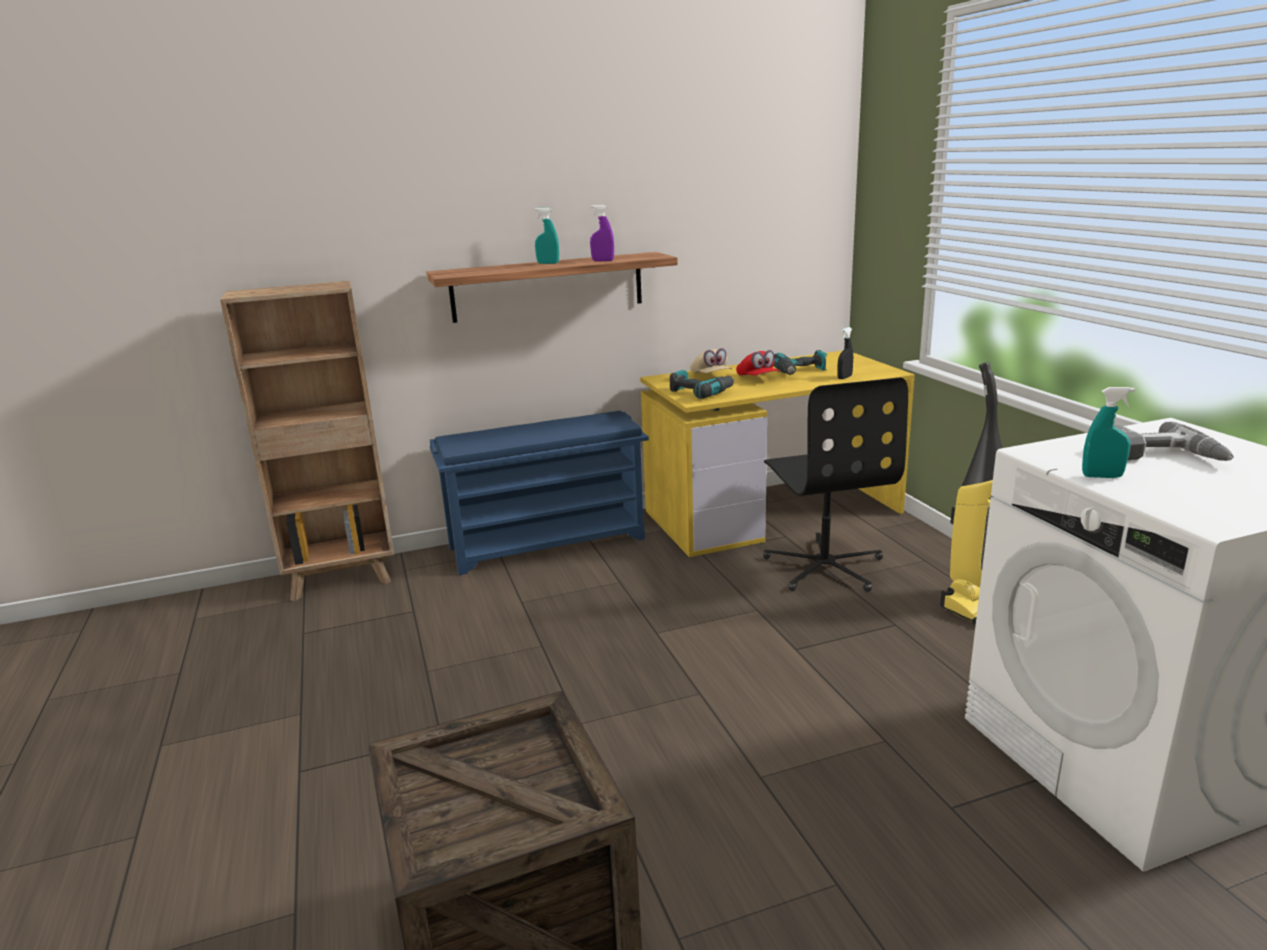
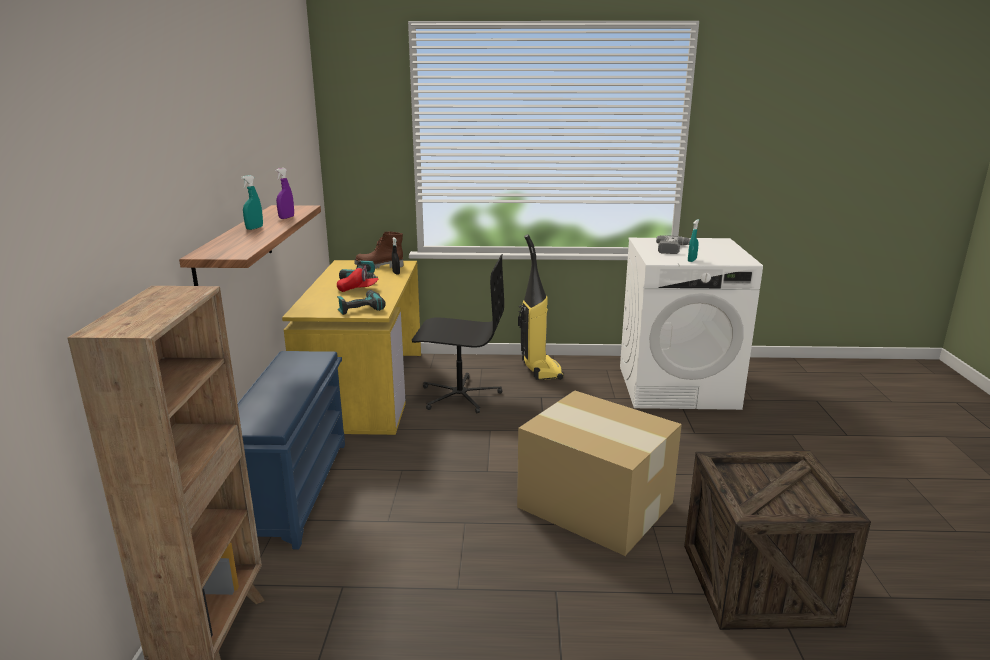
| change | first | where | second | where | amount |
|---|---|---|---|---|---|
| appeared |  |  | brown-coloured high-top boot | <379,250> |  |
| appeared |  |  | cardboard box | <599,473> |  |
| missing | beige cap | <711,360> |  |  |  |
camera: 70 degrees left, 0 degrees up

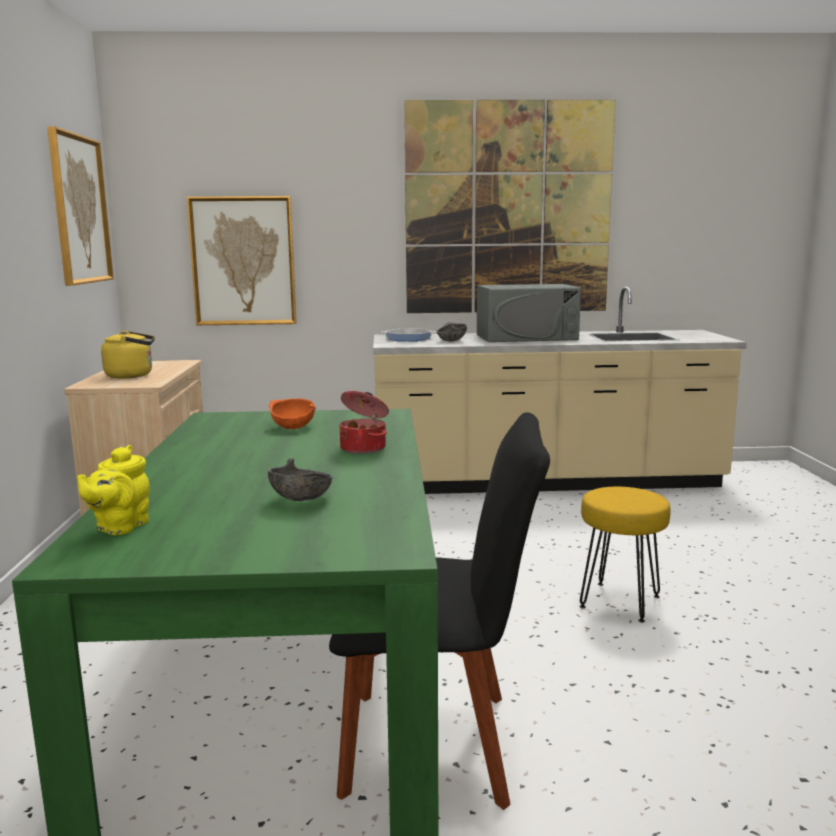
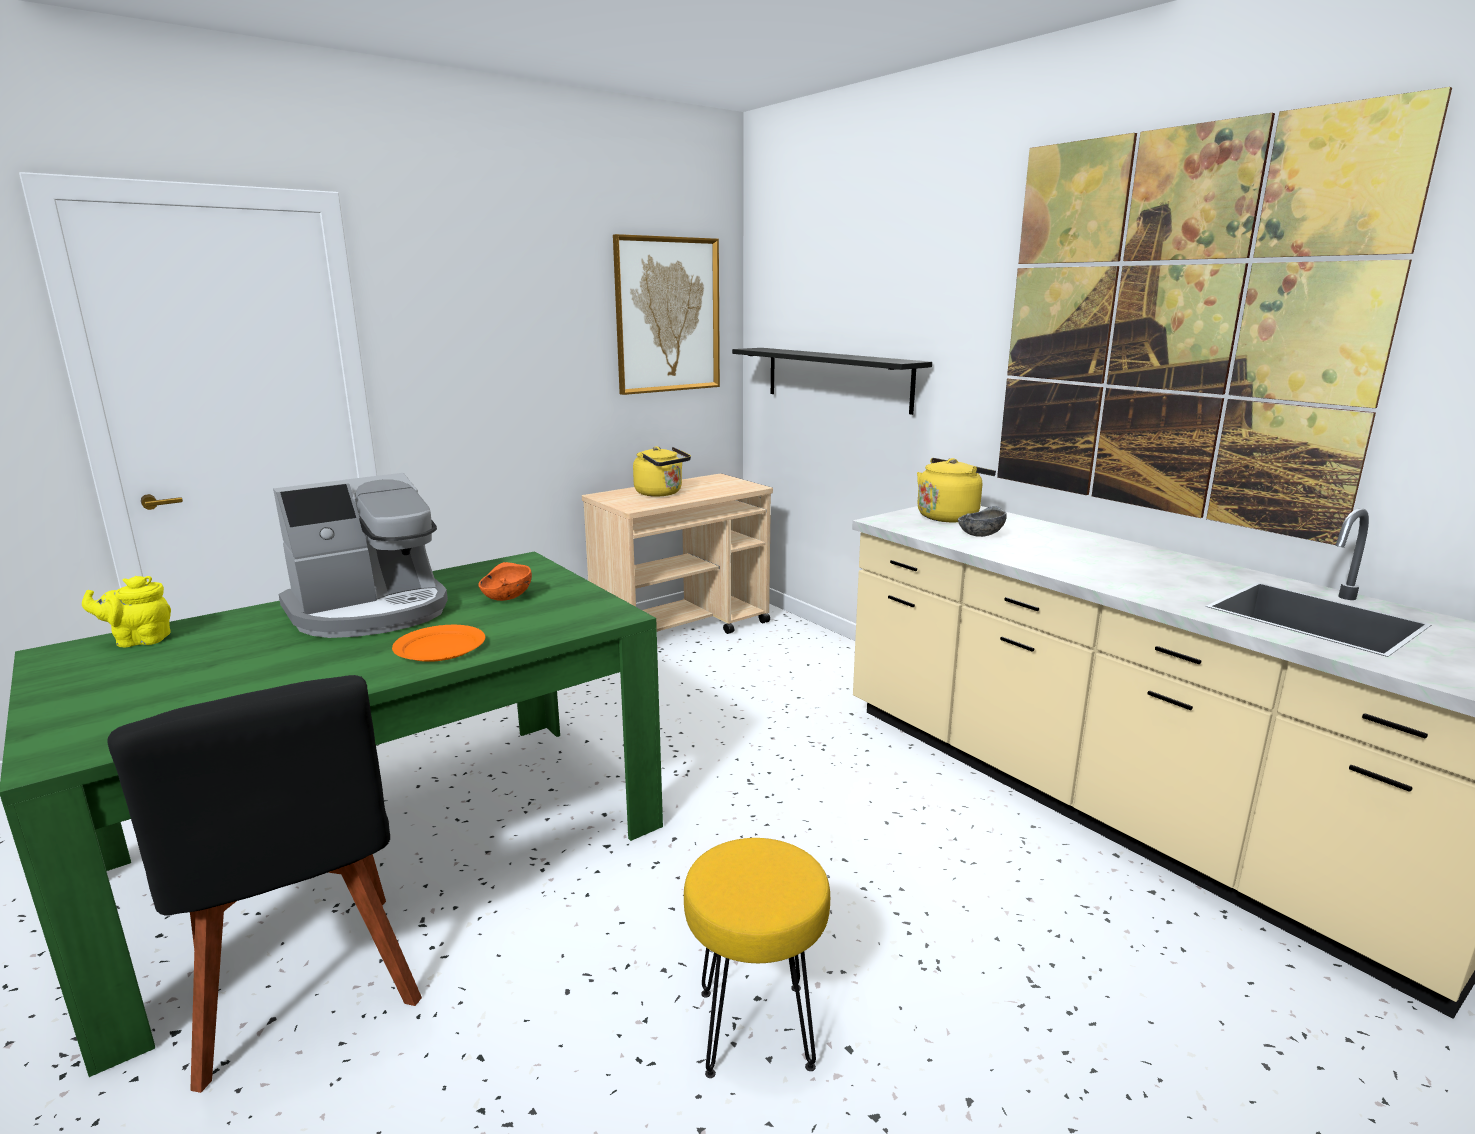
| change | first | where | second | where | amount |
|---|---|---|---|---|---|
| appeared |  |  | coffee machine | <360,555> |  |
| exchanged | stockpot | <364,422> | orange dinner plate | <438,643> |  |
| exchanged | picture | <242,260> | blackish wall shelf | <832,381> |  |
| exchanged | frying pan | <408,335> | yellowish kettle | <956,490> |  |
| missing | greyish serving bowl | <300,479> |  |  |  |
| missing | greyish kitchen microwave | <529,313> |  |  |  |
camera: 55 degrees right, 5 degrees up

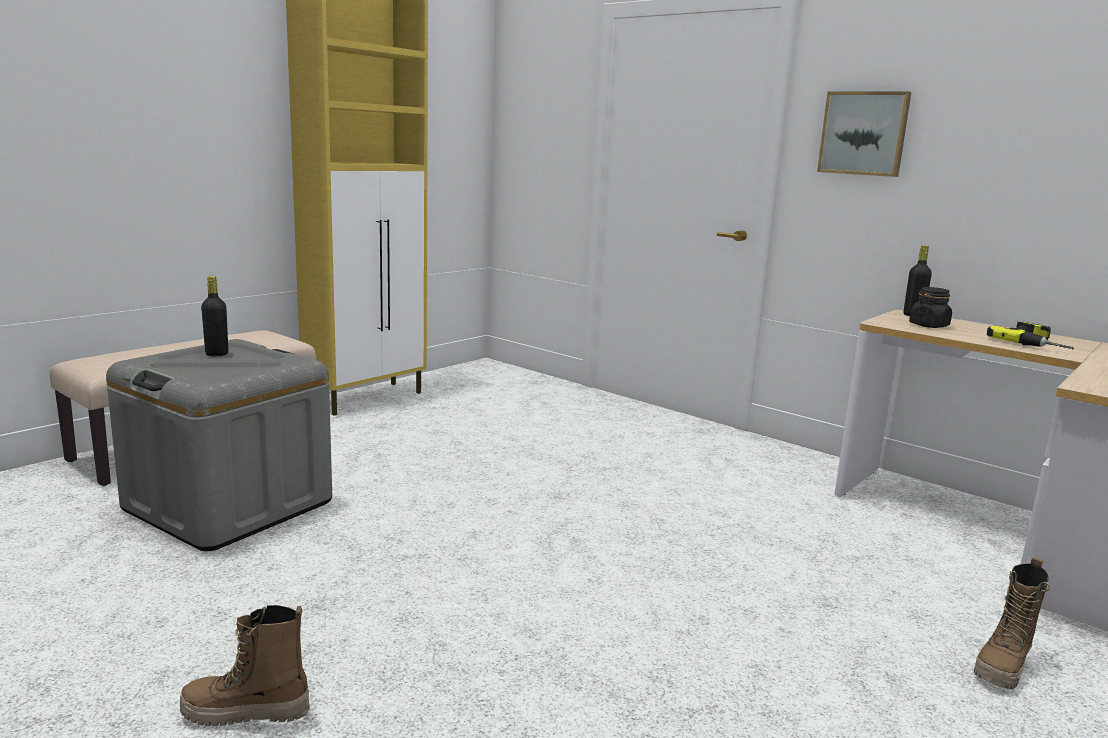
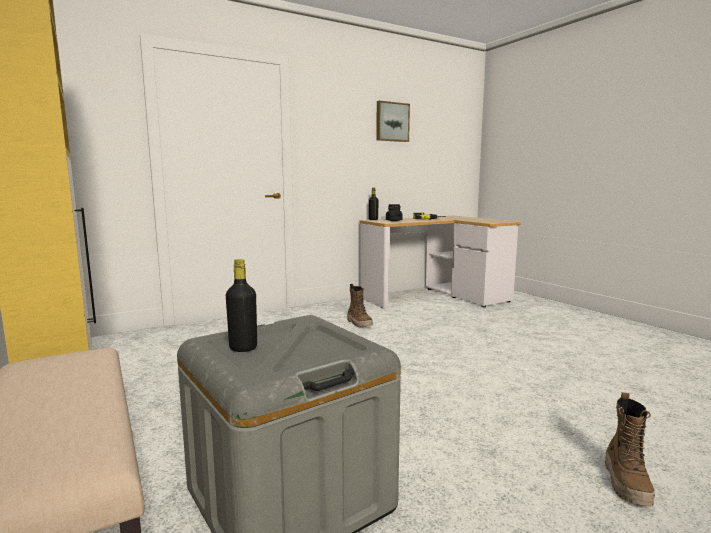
| change | first | where | second | where | amount |
|---|---|---|---|---|---|
| relocated | high-top boot | <1012,623> |  | <360,305> |  |
| relocated | picture | <864,134> |  | <393,121> |  |
camera: 70 degrees left, 5 degrees down

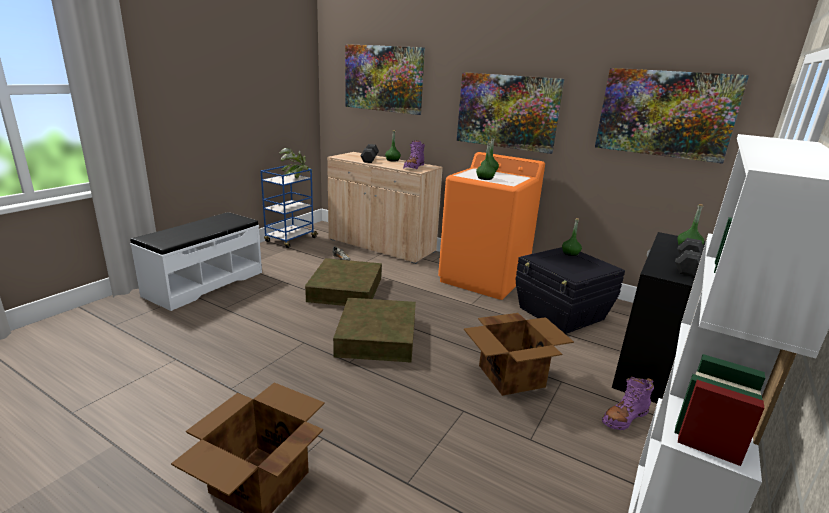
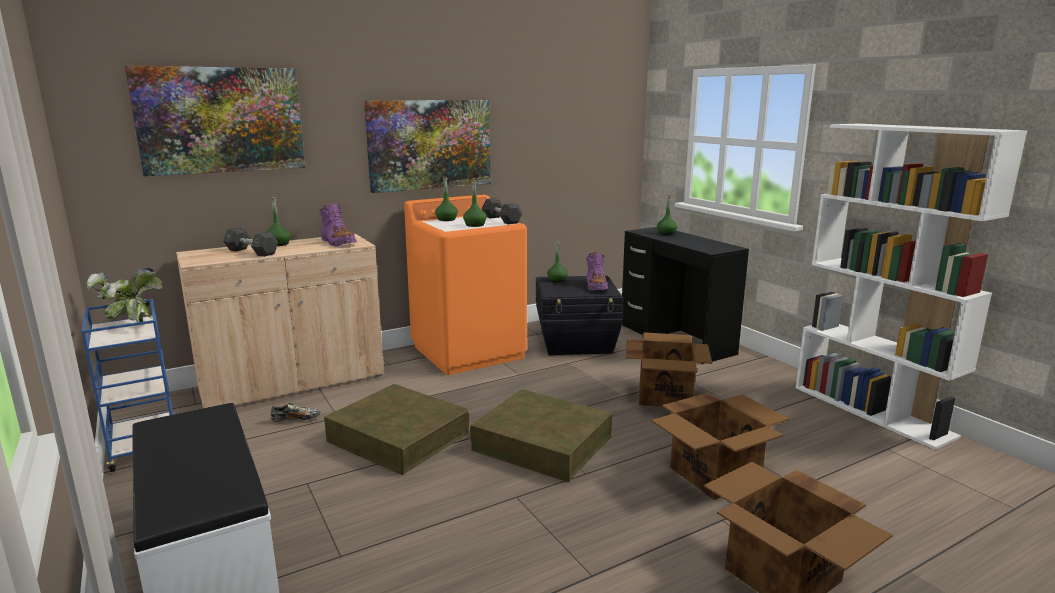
| change | first | where | second | where | amount |
|---|---|---|---|---|---|
| relocated | greyish dumbbell | <689,257> |  | <502,211> |  |
| relocated | purple-coloured high-top boot | <628,403> |  | <597,271> |  |
| appeared |  |  | cardboard box | <720,446> |  |
| missing | picture | <672,116> |  |  |  |
camera: 60 degrees left, 5 degrees down

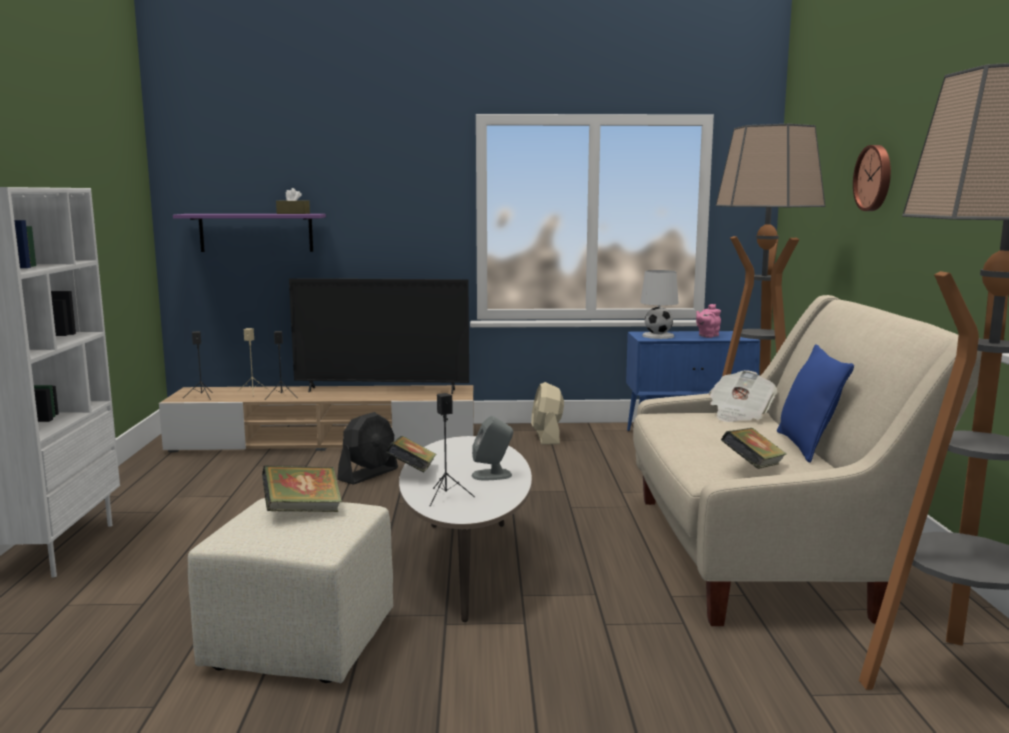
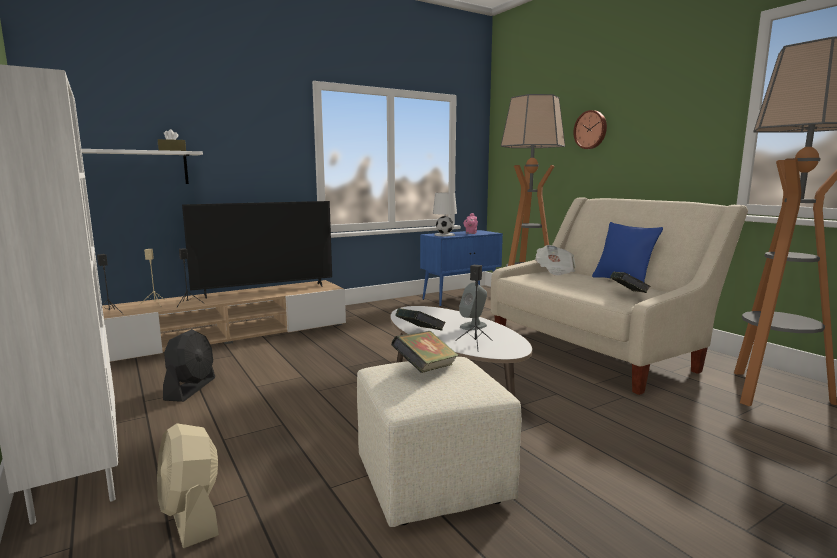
| change | first | where | second | where | amount |
|---|---|---|---|---|---|
| colour | purple-coloured wall shelf | <249,233> | whitish wall shelf | <142,166> |  |
| relocated | beige electric fan | <547,413> |  | <188,485> |  |
| relocated | blackish electric fan | <367,448> |  | <189,365> |  |
camera: 30 degrees left, 0 degrees up

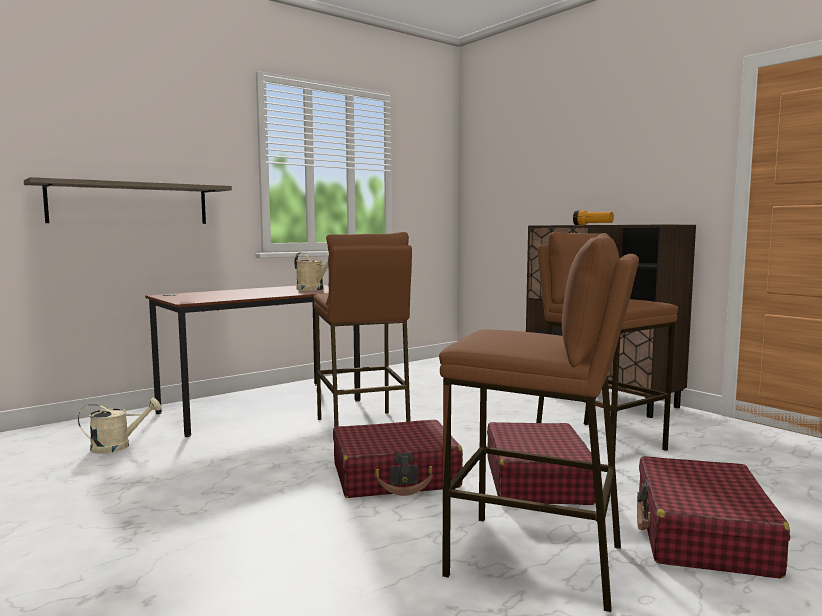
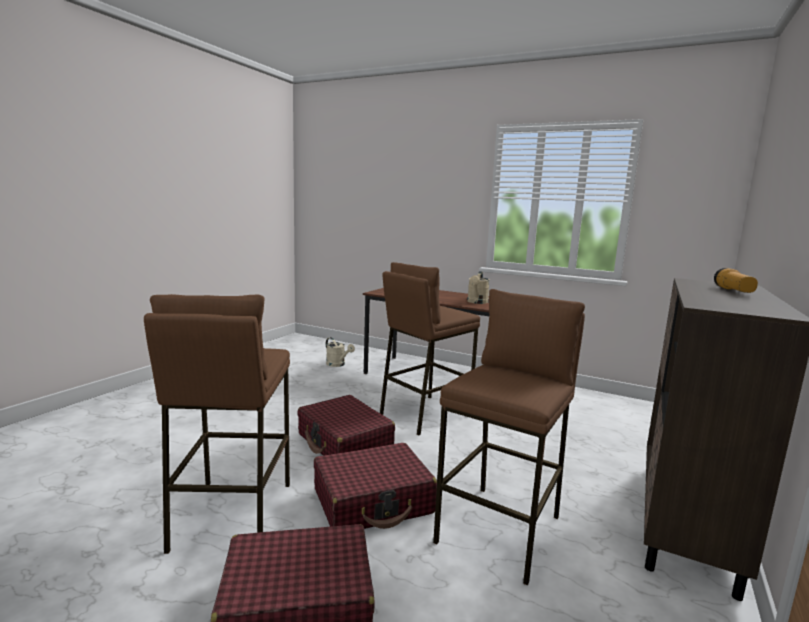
| change | first | where | second | where | amount |
|---|---|---|---|---|---|
| missing | wall shelf | <128,200> |  |  |  |
camera: 65 degrees right, 5 degrees up

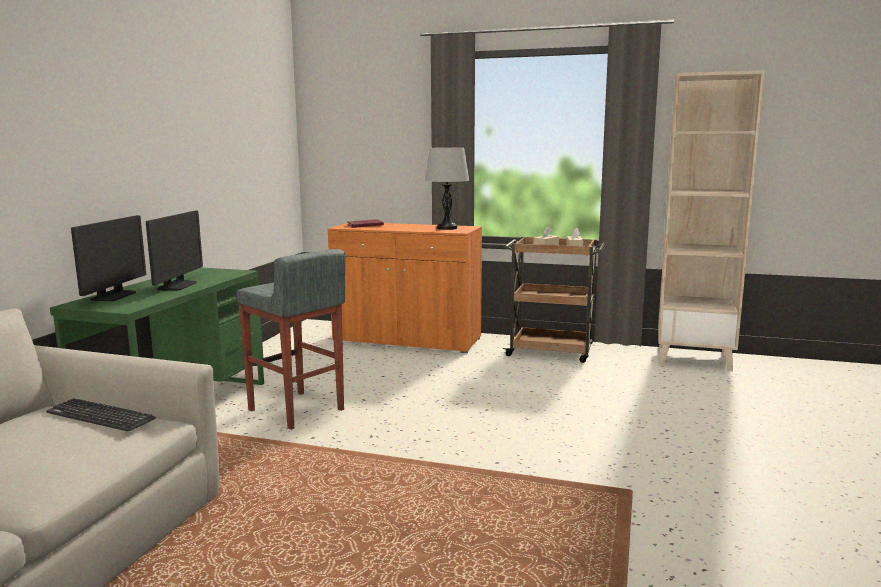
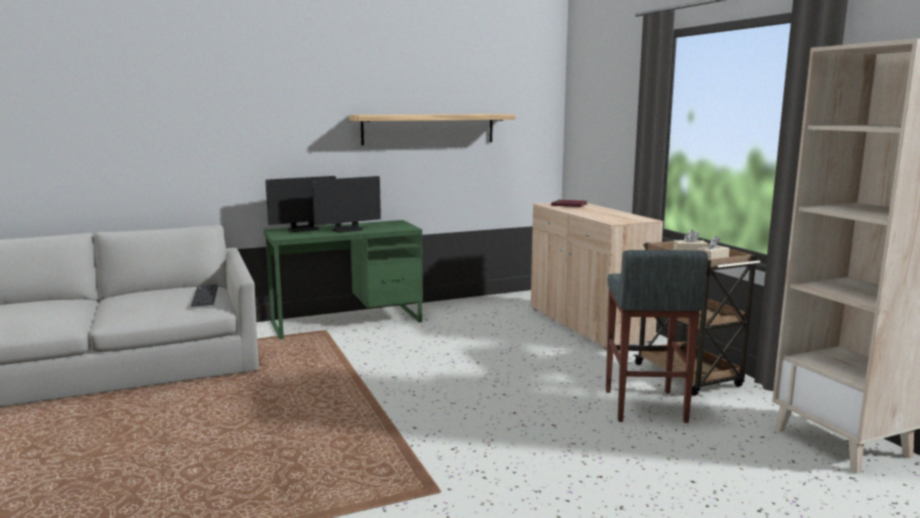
| change | first | where | second | where | amount |
|---|---|---|---|---|---|
| appeared |  |  | wall shelf | <432,129> |  |
| colour | orange cabinet | <405,288> | beige cabinet | <597,276> |  |
| relocated | greyish stool | <291,339> |  | <657,336> |  |
| missing | greyish tabletop lamp | <447,188> |  |  |  |
camera: 50 degrees right, 0 degrees up

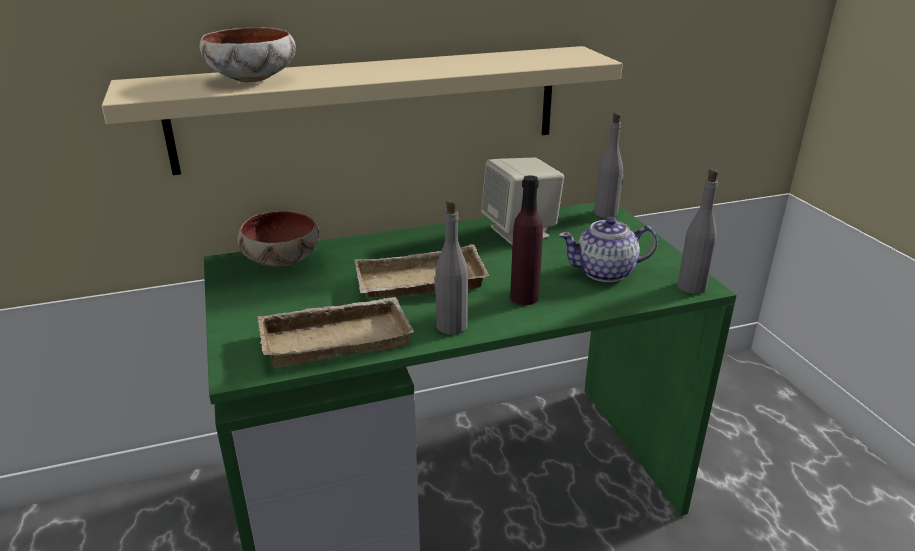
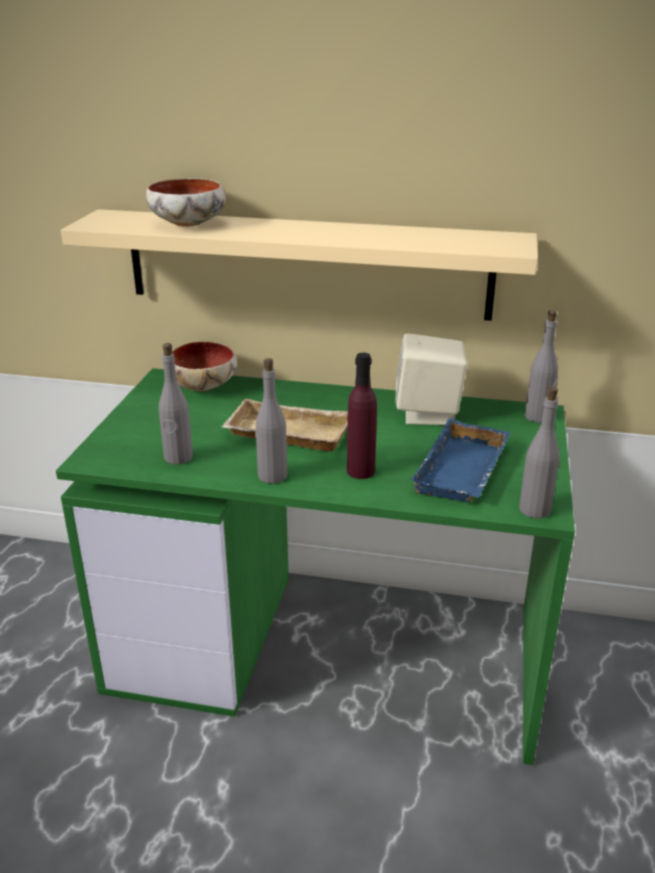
| change | first | where | second | where | amount |
|---|---|---|---|---|---|
| exchanged | beige tray | <335,332> | greyish beverage bottle | <176,404> |  |
| exchanged | tea pot | <608,249> | bluish tray | <460,460> |  |
camera: 30 degrees right, 0 degrees up

